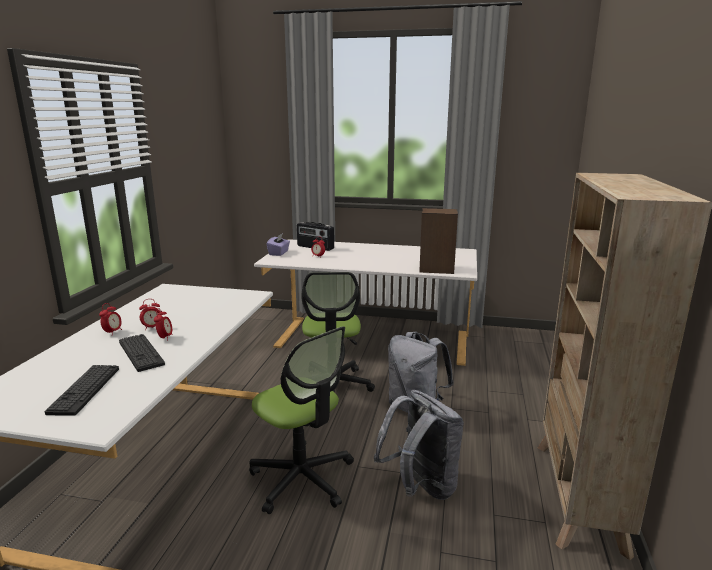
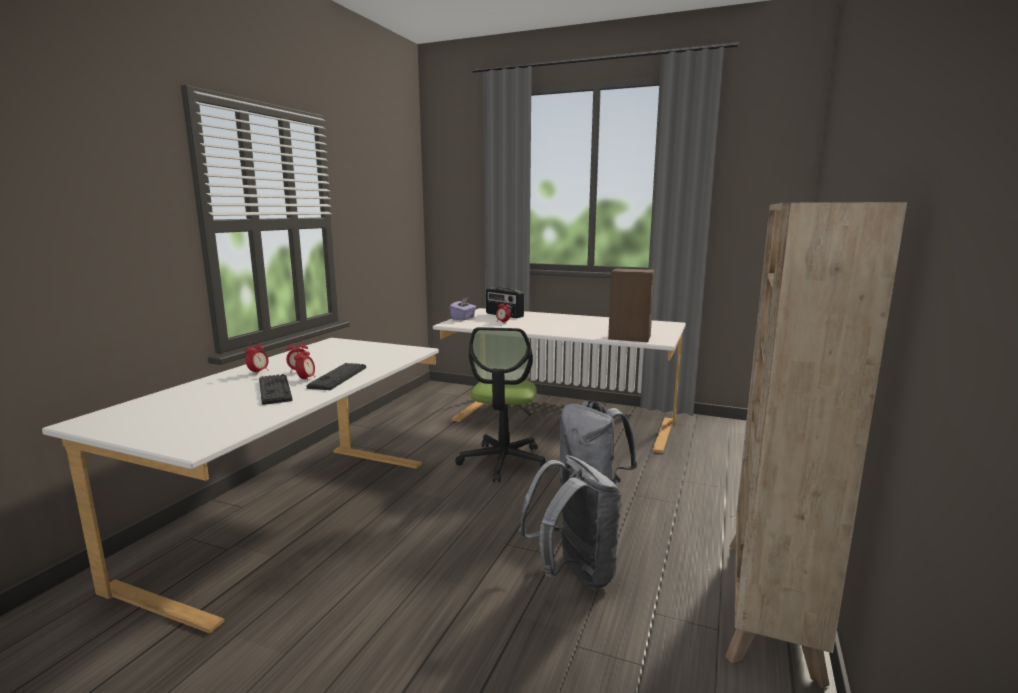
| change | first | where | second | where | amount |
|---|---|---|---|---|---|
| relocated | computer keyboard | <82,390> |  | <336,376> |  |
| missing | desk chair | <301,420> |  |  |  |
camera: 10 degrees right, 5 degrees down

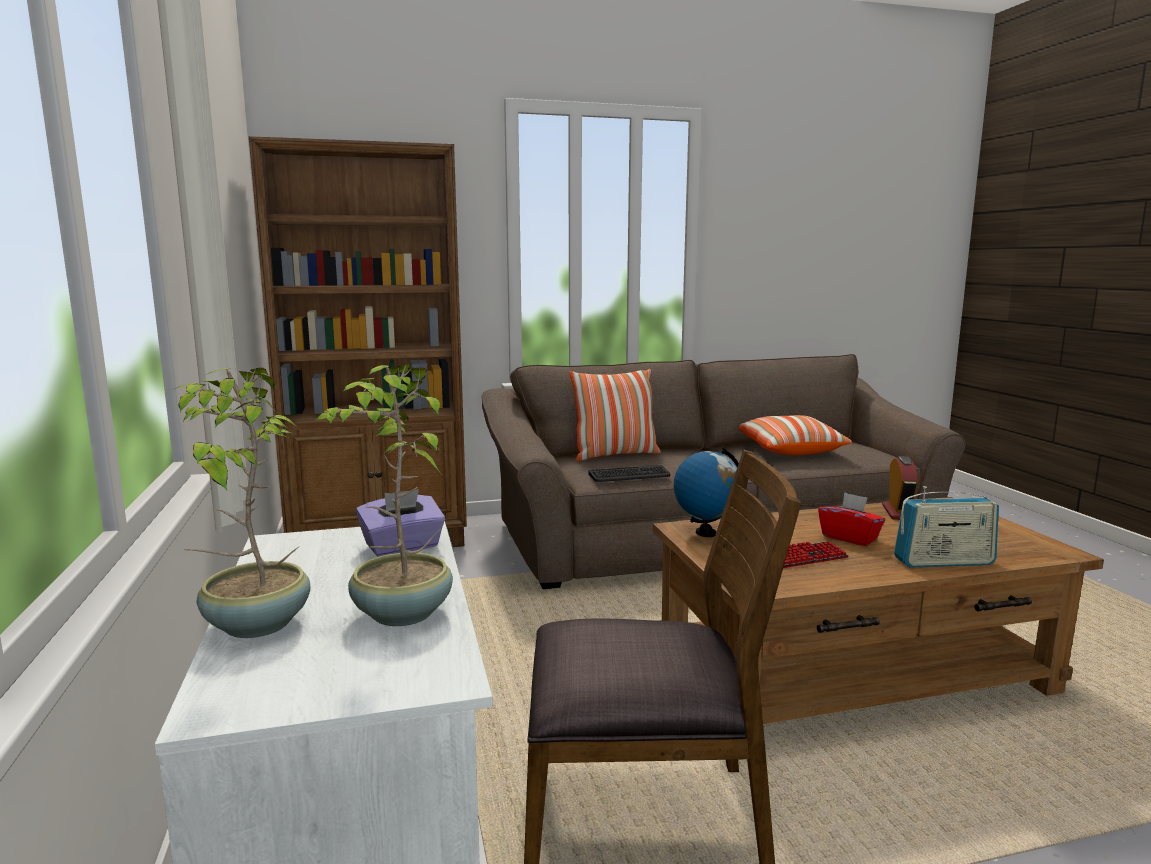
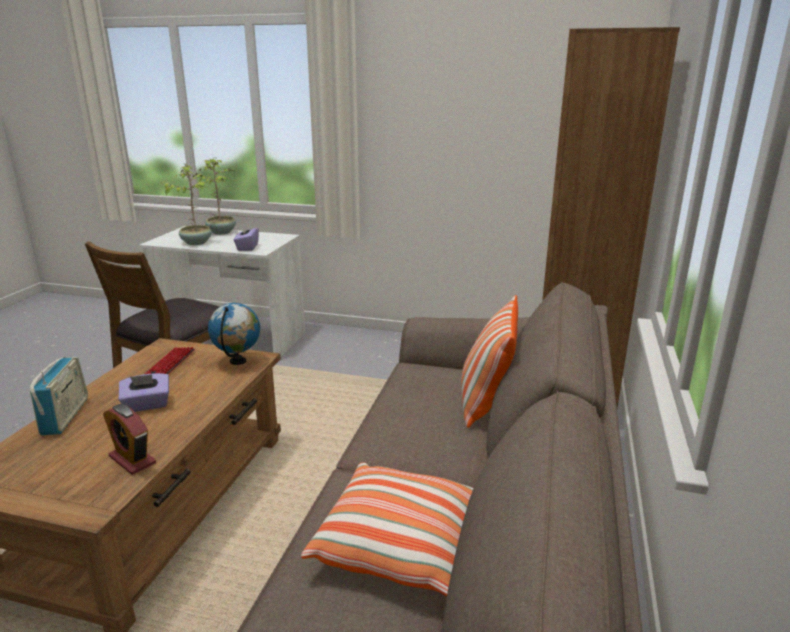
| change | first | where | second | where | amount |
|---|---|---|---|---|---|
| spun | radio receiver | <946,526> |  | <59,396> | 150 degrees clockwise |
| colour | red box of tissues | <851,519> | purple-coloured box of tissues | <144,392> |  |
| missing | computer keyboard | <629,473> |  |  |  |
camera: 120 degrees right, 10 degrees up

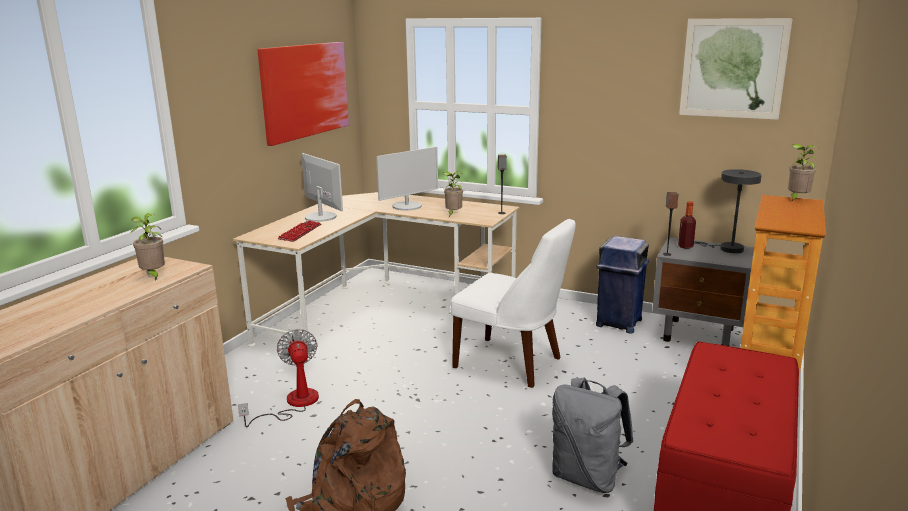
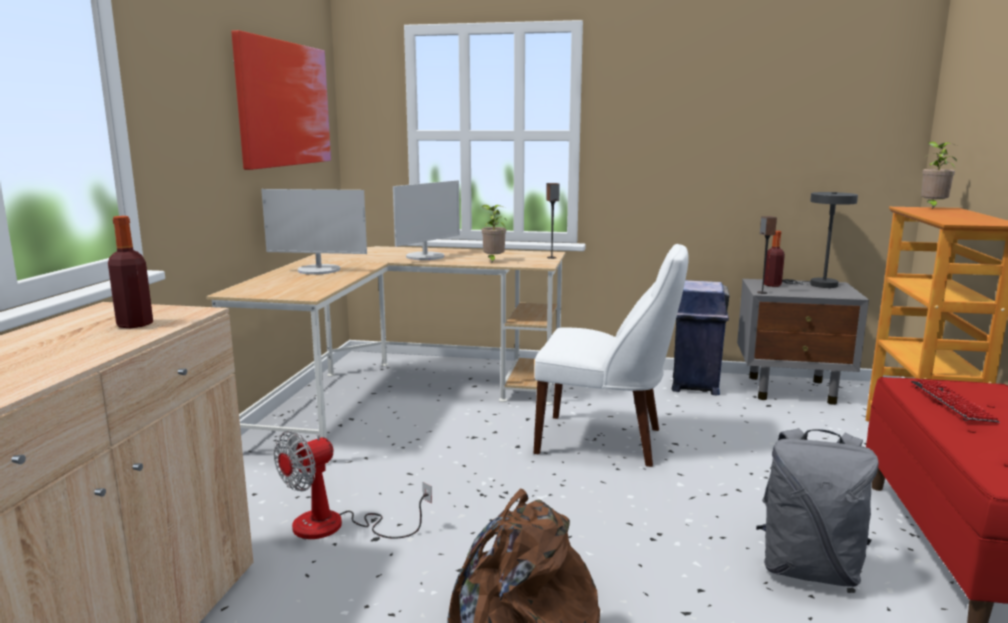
| change | first | where | second | where | amount |
|---|---|---|---|---|---|
| exchanged | potted plant | <147,246> | beverage bottle | <130,272> |  |
| spun | monitor | <322,187> |  | <314,232> | 150 degrees clockwise |
| spun | electric fan | <278,378> |  | <353,485> | 105 degrees counterclockwise |
| relocated | computer keyboard | <299,231> |  | <955,401> |  |
| missing | picture | <736,69> |  |  |  |
camera: 15 degrees left, 5 degrees down

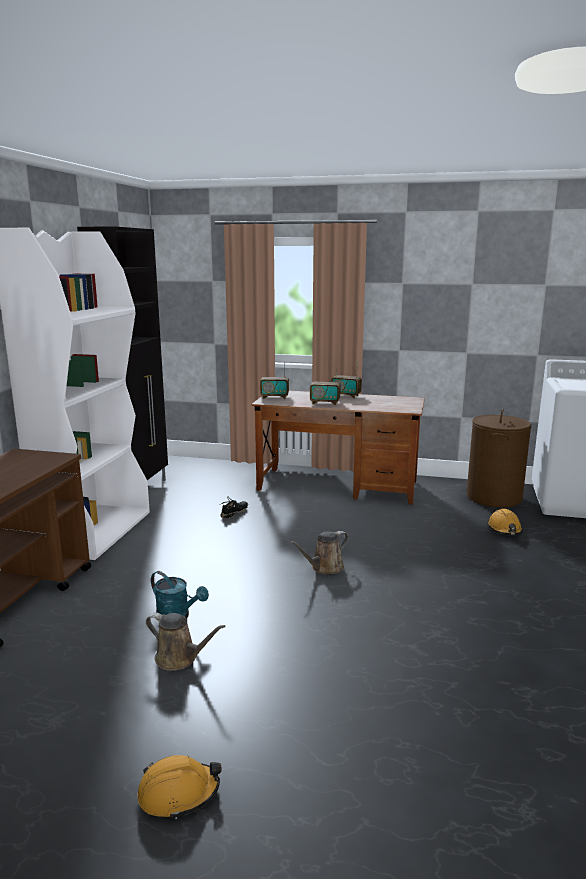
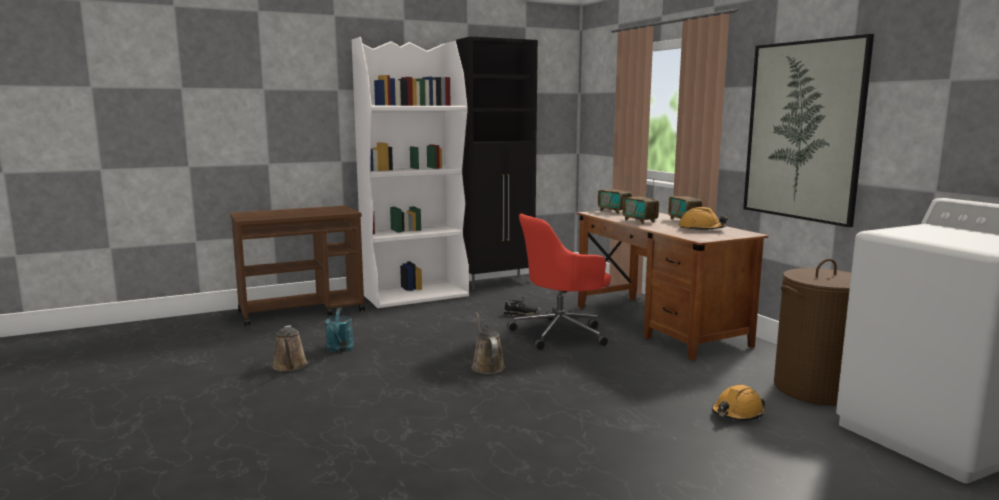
| change | first | where | second | where | amount |
|---|---|---|---|---|---|
| spun | brown-coloured sprinkling can | <319,552> |  | <488,343> | 60 degrees clockwise |
| appeared |  |  | red desk chair | <559,282> |  |
| relocated | orange hard hat | <179,787> |  | <703,219> |  |
| appeared |  |  | picture | <808,130> |  |
camera: 50 degrees right, 5 degrees down

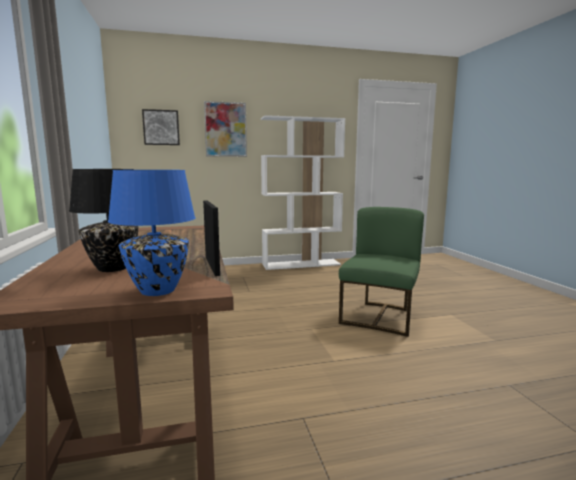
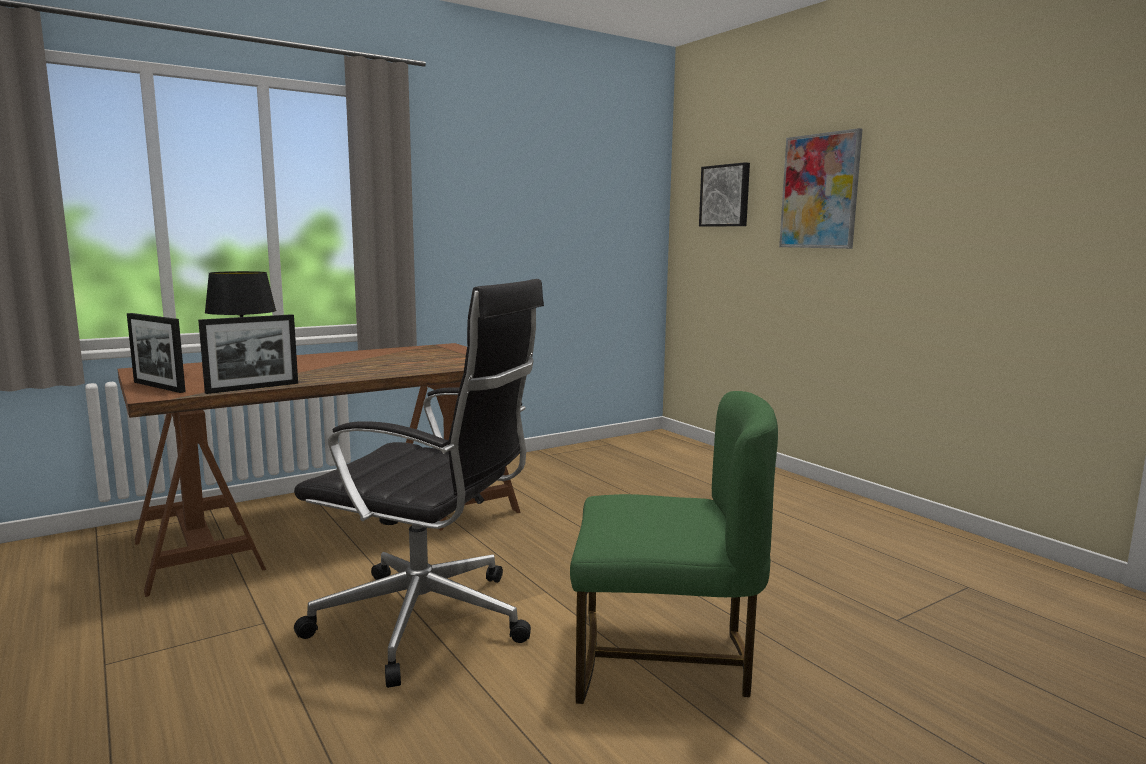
| change | first | where | second | where | amount |
|---|---|---|---|---|---|
| exchanged | bluish tabletop lamp | <152,233> | standing frame | <156,353> |  |
| appeared |  |  | blackish desk chair | <419,483> |  |
| missing | whitish shelving unit | <303,192> |  |  |  |
camera: 70 degrees right, 0 degrees up

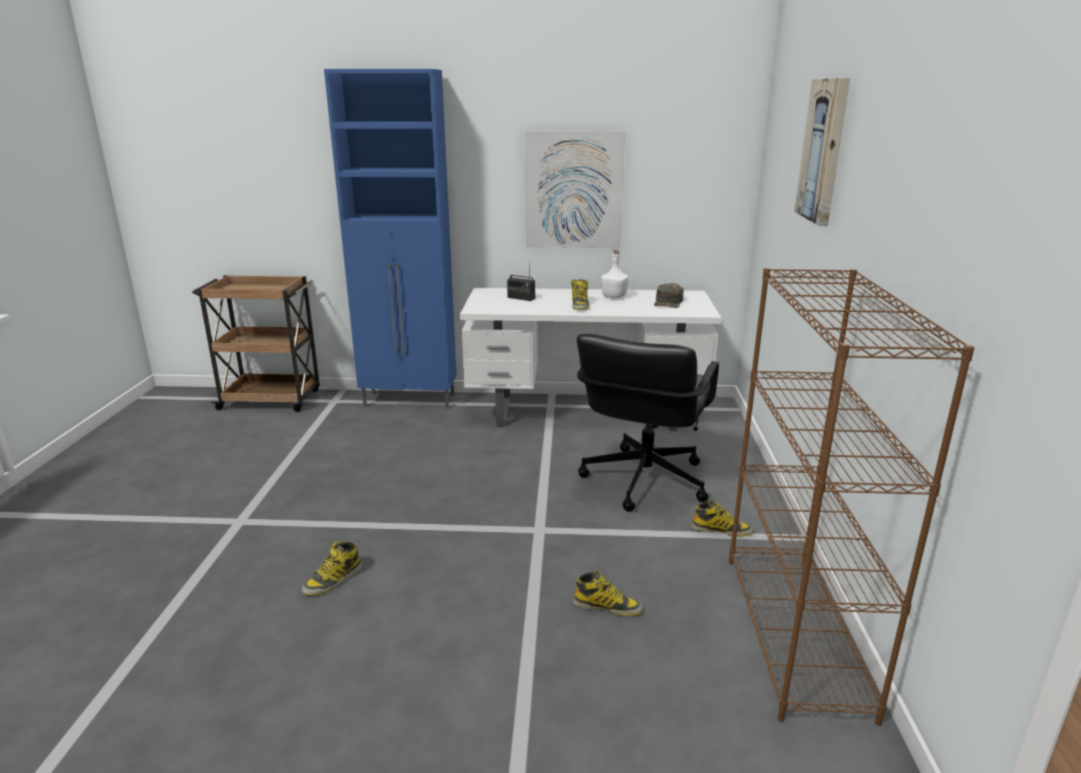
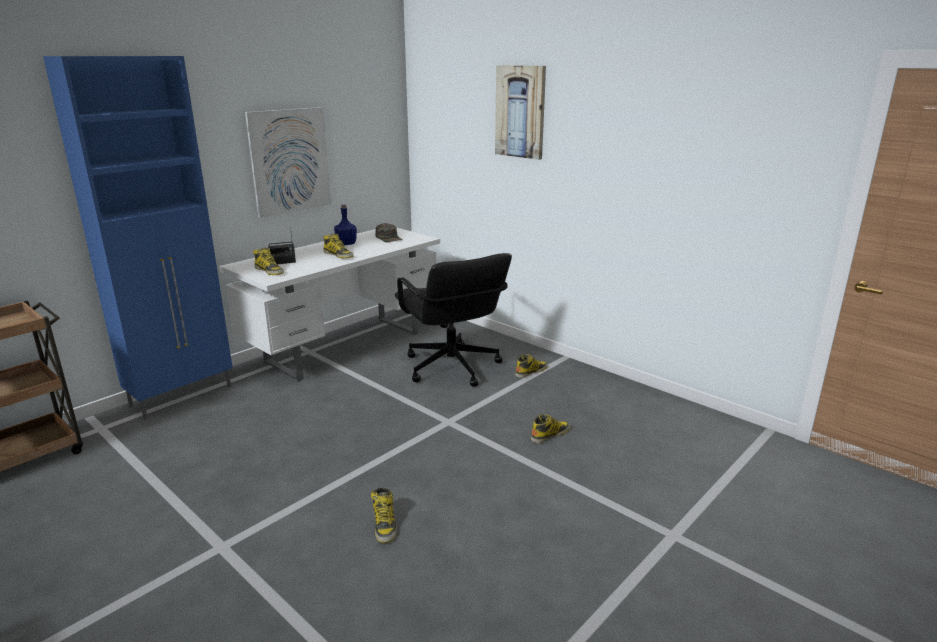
| change | first | where | second | where | amount |
|---|---|---|---|---|---|
| appeared |  |  | high-top boot | <268,261> |  |
| colour | whitish beverage bottle | <615,274> | bluish beverage bottle | <345,225> |  |
| missing | brown-coloured shelving unit | <852,497> |  |  |  |
camera: 50 degrees left, 0 degrees up

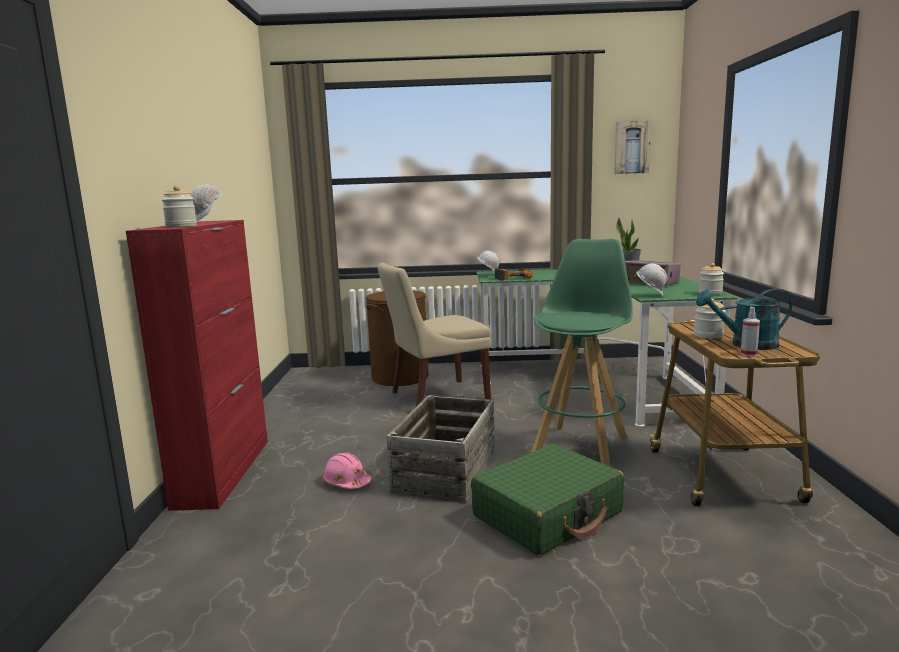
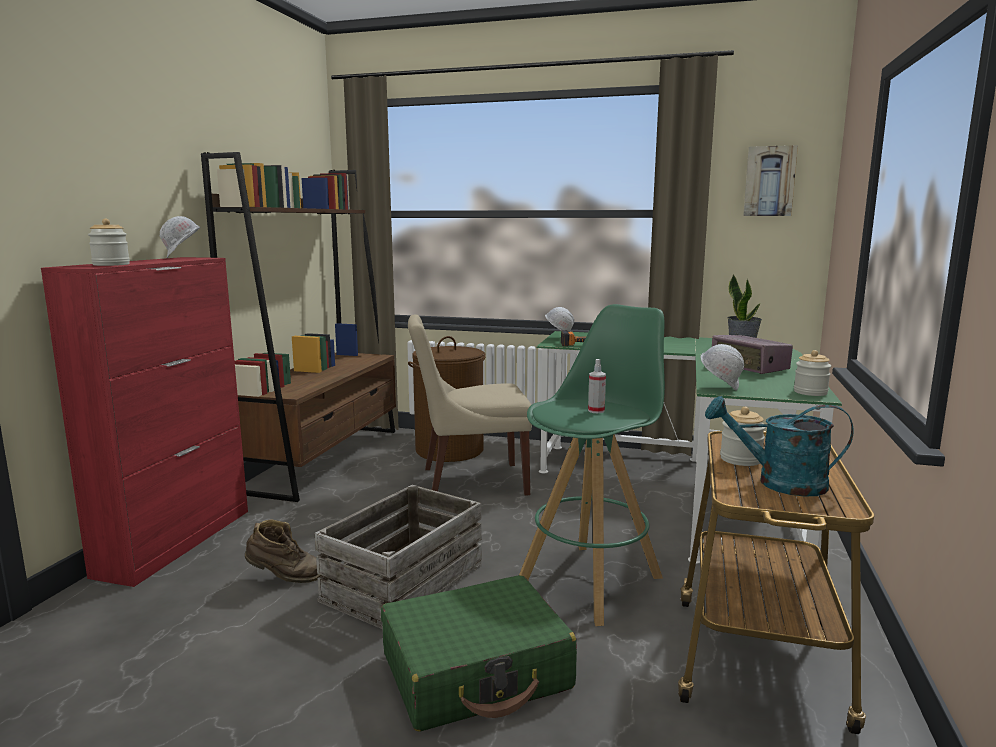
| change | first | where | second | where | amount |
|---|---|---|---|---|---|
| appeared |  |  | brown-coloured shelving unit | <298,327> |  |
| exchanged | pink hard hat | <346,470> | brown-coloured high-top boot | <283,551> |  |
| relocated | hand sprayer | <750,332> |  | <597,386> |  |
camera: 15 degrees right, 0 degrees up

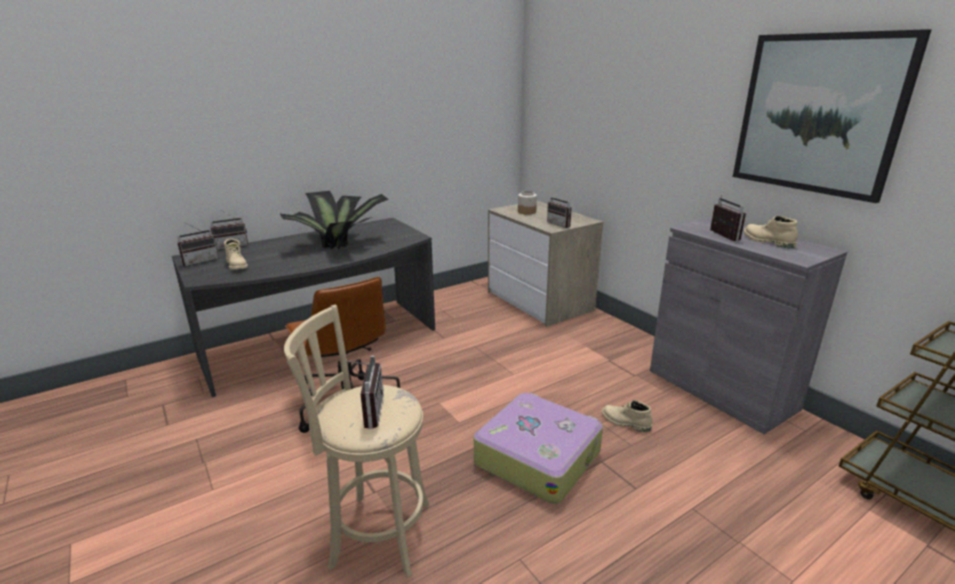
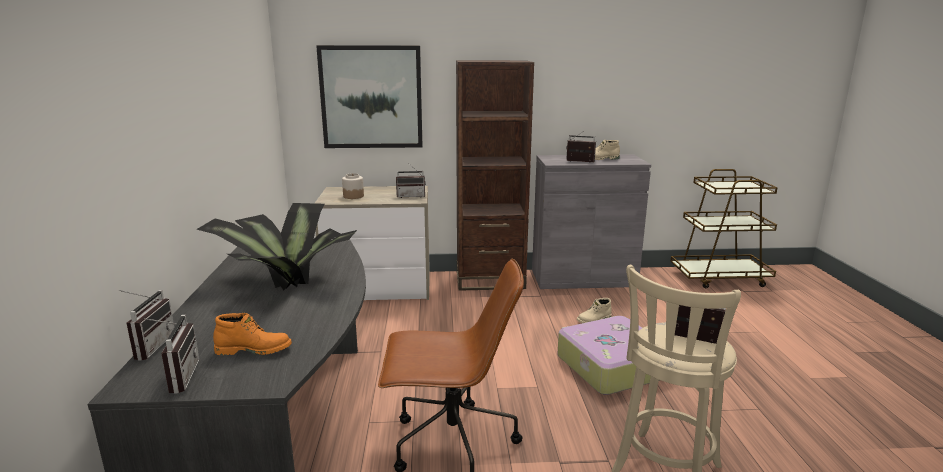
| change | first | where | second | where | amount |
|---|---|---|---|---|---|
| colour | beige high-top boot | <236,253> | orange high-top boot | <252,334> |  |
| relocated | picture | <832,116> |  | <369,96> |  |
| appeared |  |  | brown-coloured shelving unit | <495,175> |  |
camera: 60 degrees left, 5 degrees down

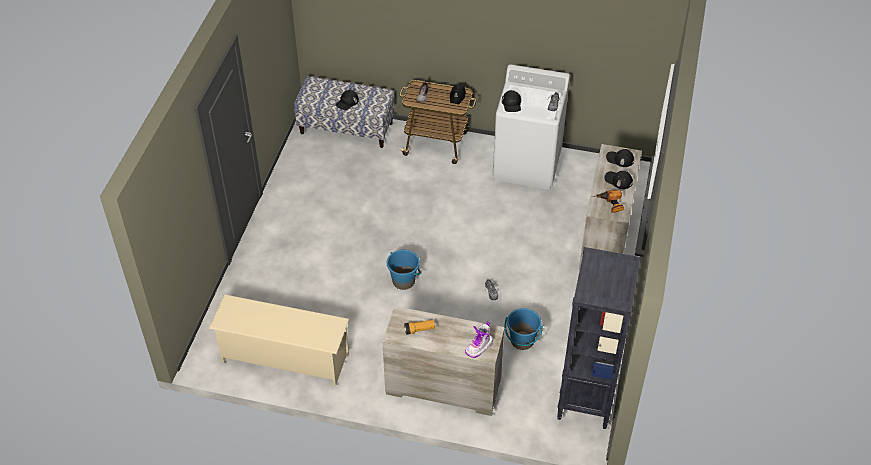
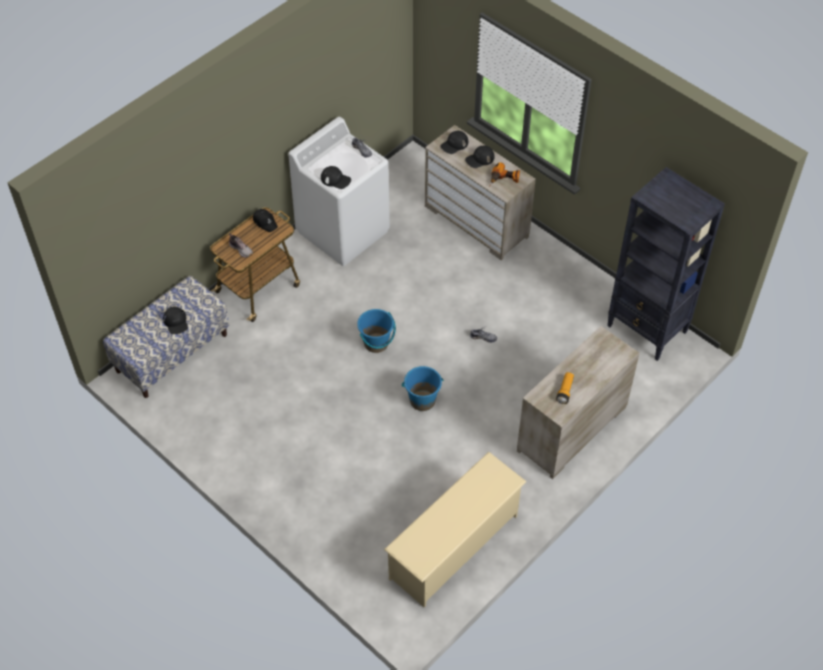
| change | first | where | second | where | amount |
|---|---|---|---|---|---|
| relocated | bluish water bucket | <523,329> |  | <376,331> |  |
| missing | high-top boot | <479,339> |  |  |  |
camera: 60 degrees left, 5 degrees up

